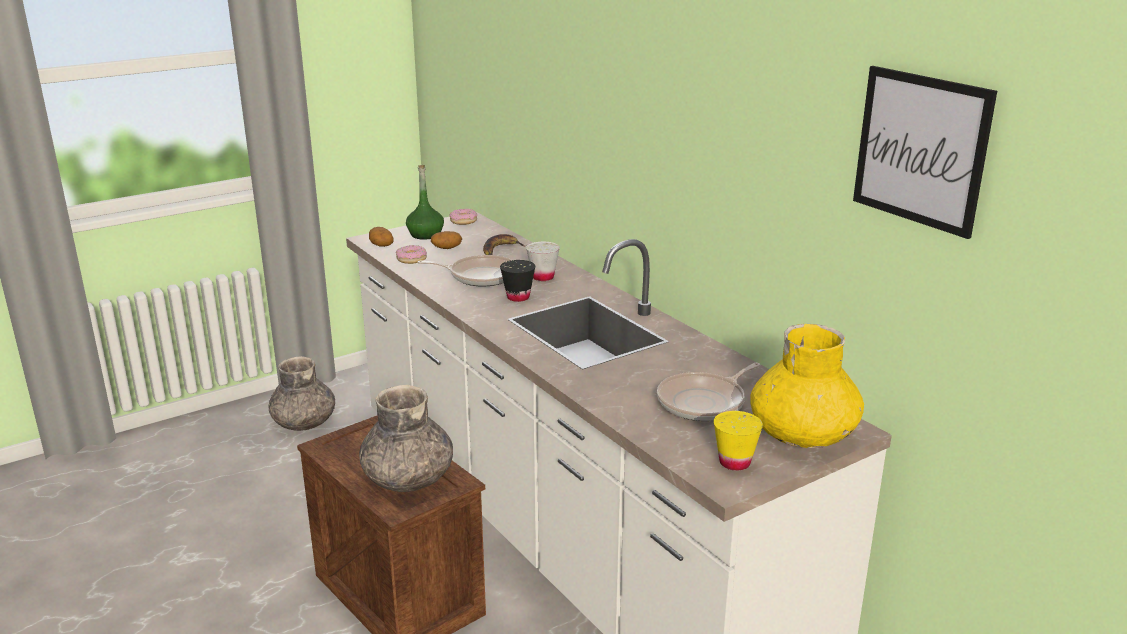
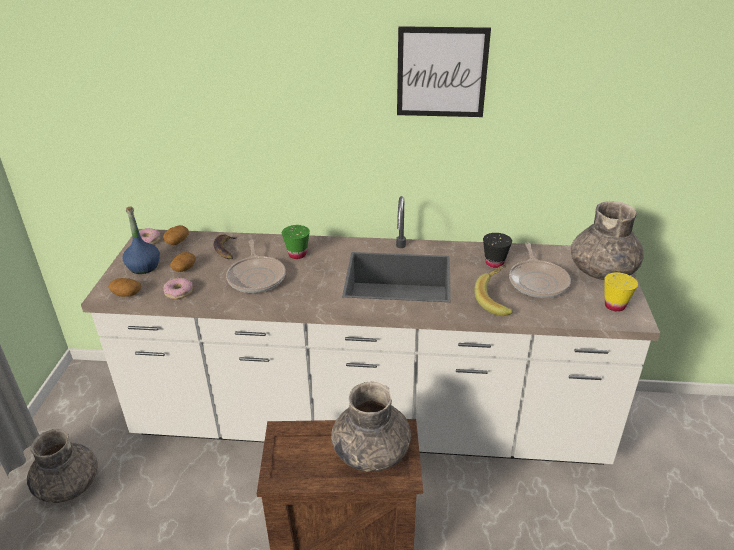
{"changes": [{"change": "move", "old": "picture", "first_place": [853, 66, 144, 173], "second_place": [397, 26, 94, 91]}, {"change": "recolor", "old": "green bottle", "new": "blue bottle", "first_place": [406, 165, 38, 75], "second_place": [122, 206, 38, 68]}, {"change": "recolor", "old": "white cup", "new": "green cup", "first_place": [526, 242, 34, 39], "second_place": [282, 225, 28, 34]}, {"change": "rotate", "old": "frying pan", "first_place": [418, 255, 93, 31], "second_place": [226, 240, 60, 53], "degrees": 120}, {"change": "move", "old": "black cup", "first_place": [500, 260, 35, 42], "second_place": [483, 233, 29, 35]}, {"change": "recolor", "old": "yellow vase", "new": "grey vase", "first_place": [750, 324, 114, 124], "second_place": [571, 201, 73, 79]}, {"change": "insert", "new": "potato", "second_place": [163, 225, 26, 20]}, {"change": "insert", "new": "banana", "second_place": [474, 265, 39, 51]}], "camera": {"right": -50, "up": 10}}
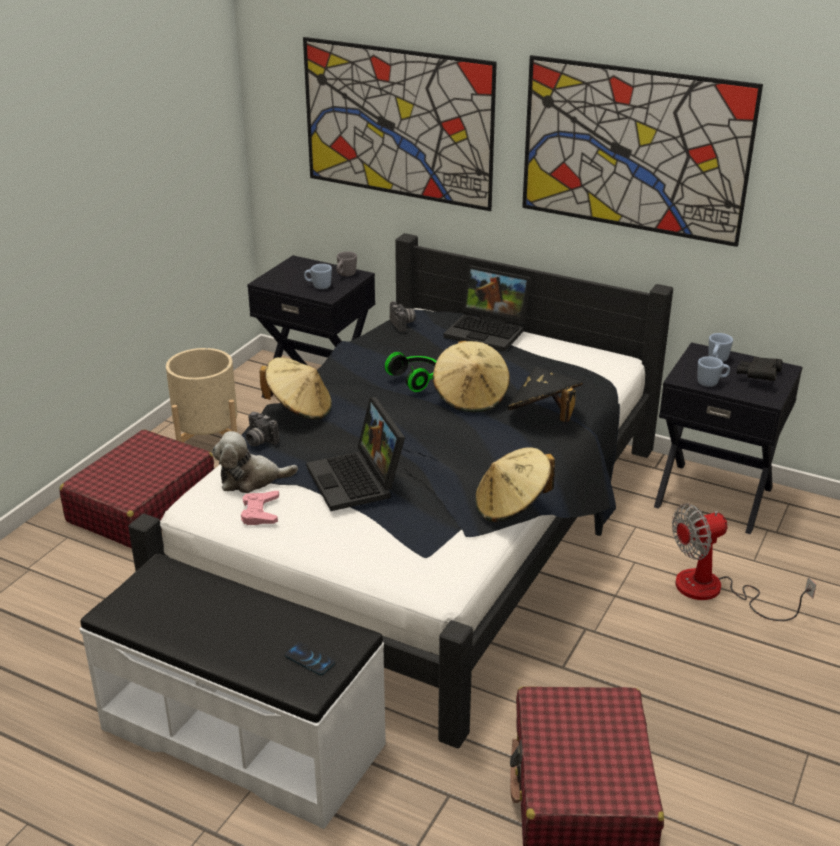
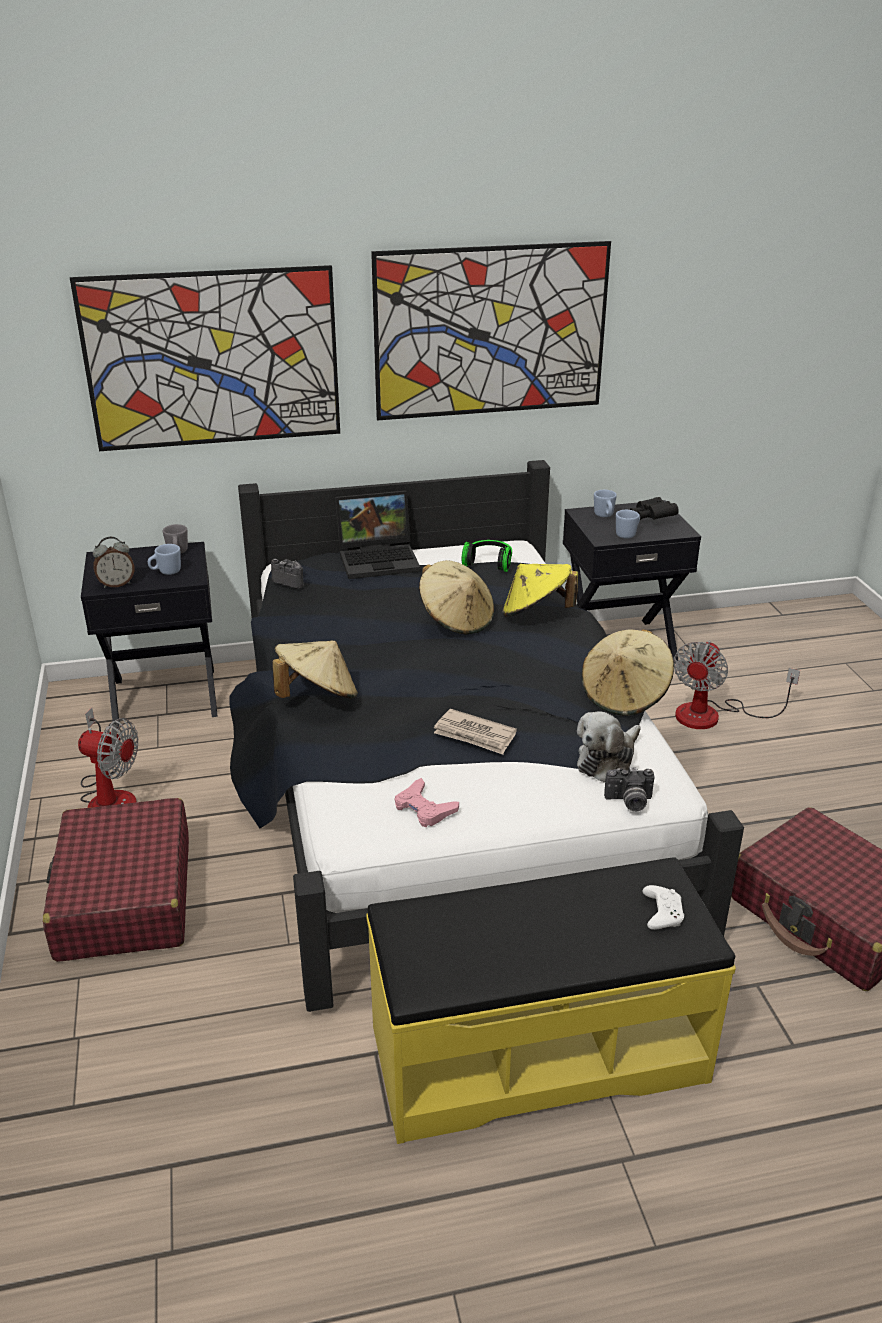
{"changes": [{"change": "replace", "old": "beige planter", "new": "fan", "first_place": [166, 348, 71, 94], "second_place": [78, 708, 60, 100]}, {"change": "move", "old": "headphones", "first_place": [385, 352, 51, 40], "second_place": [462, 540, 50, 32]}, {"change": "recolor", "old": "black hat", "new": "yellow hat", "first_place": [507, 367, 76, 55], "second_place": [503, 564, 75, 53]}, {"change": "replace", "old": "laptop", "new": "newspaper", "first_place": [306, 397, 99, 114], "second_place": [434, 709, 83, 46]}, {"change": "move", "old": "photo camera", "first_place": [246, 412, 33, 34], "second_place": [604, 767, 51, 45]}, {"change": "move", "old": "plush toy", "first_place": [212, 431, 86, 62], "second_place": [577, 711, 64, 72]}, {"change": "recolor", "old": "white bench", "new": "yellow bench", "first_place": [80, 554, 306, 275], "second_place": [366, 858, 370, 286]}, {"change": "replace", "old": "phone", "new": "white game controller", "first_place": [285, 642, 50, 33], "second_place": [643, 885, 41, 45]}, {"change": "insert", "new": "alarm clock", "second_place": [93, 537, 41, 51]}], "camera": {"right": -40, "up": 0}}
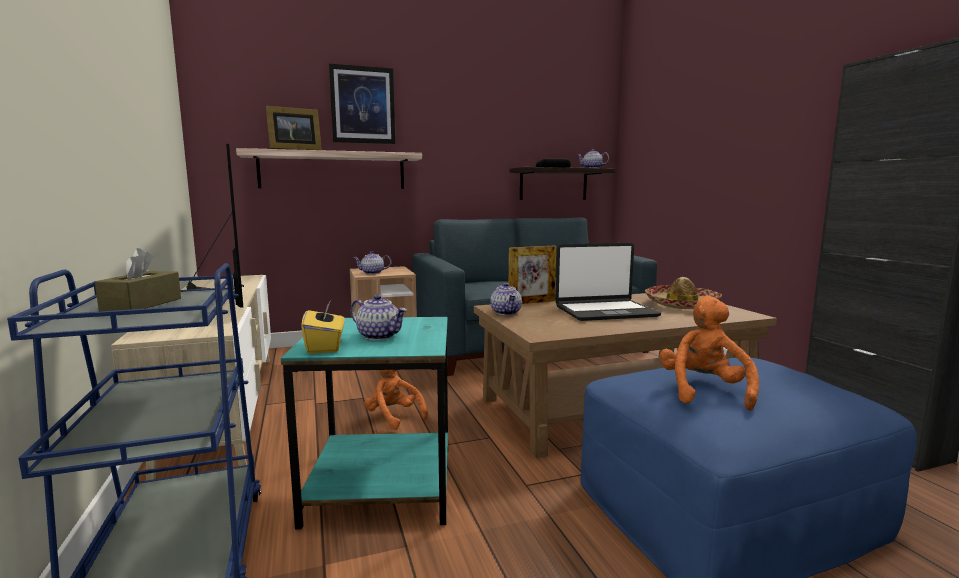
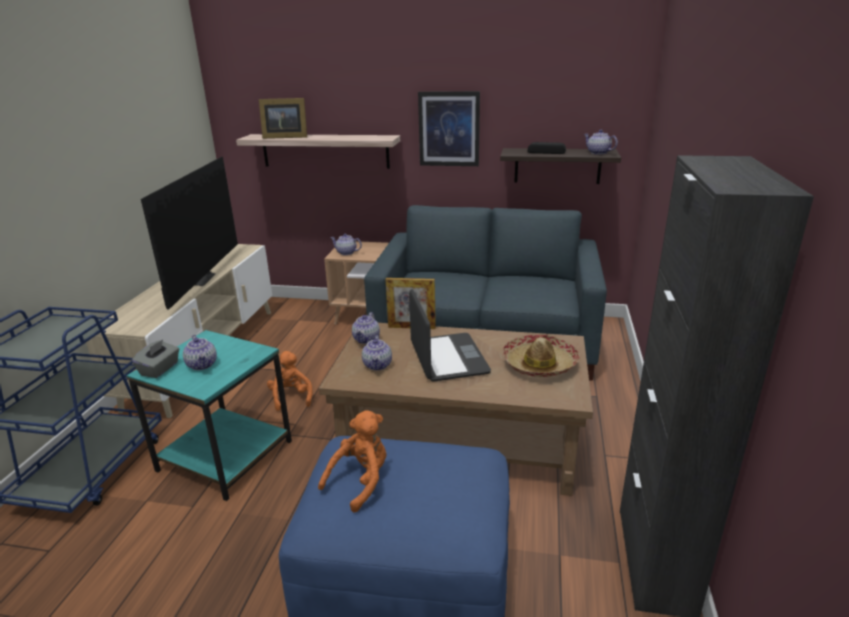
{"changes": [{"change": "move", "old": "picture", "first_place": [329, 64, 66, 80], "second_place": [418, 91, 62, 75]}, {"change": "rotate", "old": "laptop", "first_place": [556, 243, 105, 78], "second_place": [409, 289, 82, 93], "degrees": -120}, {"change": "delete", "old": "brown tissue box", "first_place": [95, 248, 86, 63]}, {"change": "recolor", "old": "yellow tissue box", "new": "grey tissue box", "first_place": [302, 300, 42, 54], "second_place": [132, 339, 47, 39]}, {"change": "insert", "new": "teapot", "second_place": [362, 335, 30, 35]}], "camera": {"right": 30, "up": 15}}
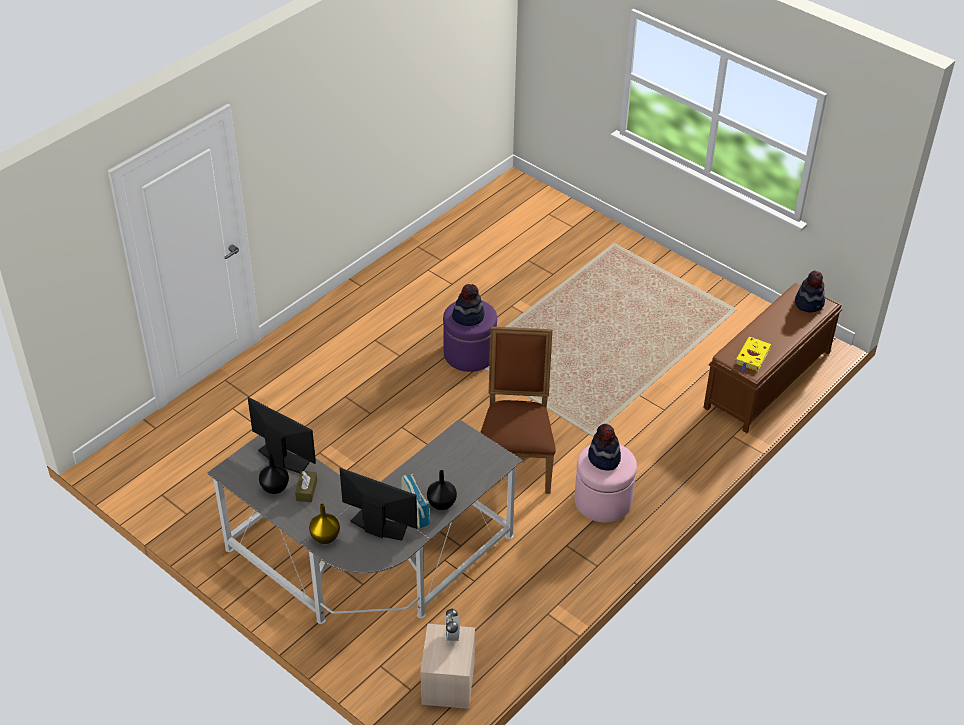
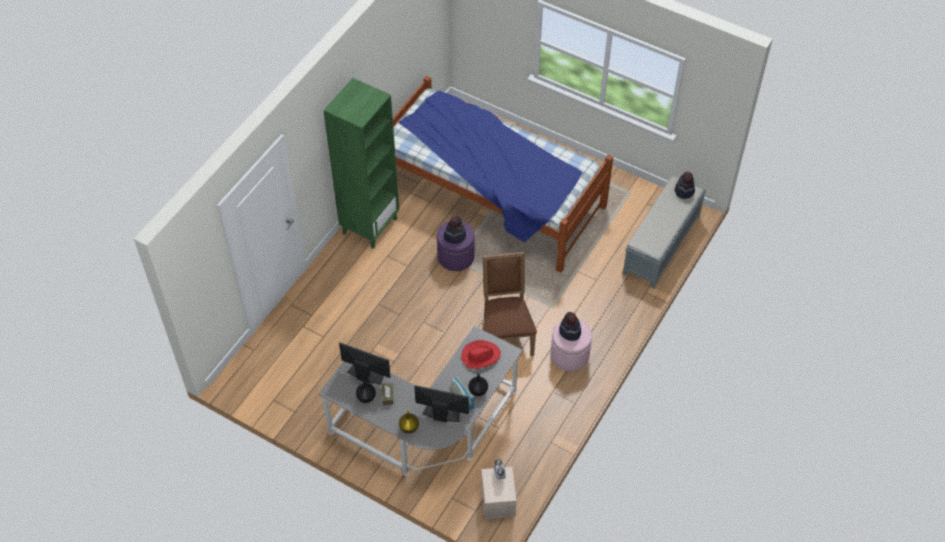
{"changes": [{"change": "recolor", "old": "brown bench", "new": "grey bench", "first_place": [703, 283, 139, 150], "second_place": [623, 176, 83, 113]}, {"change": "delete", "old": "yellow book", "first_place": [735, 337, 36, 35]}, {"change": "insert", "new": "bed", "second_place": [393, 76, 220, 197]}, {"change": "insert", "new": "green bookcase", "second_place": [323, 78, 76, 171]}, {"change": "insert", "new": "red hat", "second_place": [461, 340, 40, 29]}], "camera": {"right": -10, "up": 10}}
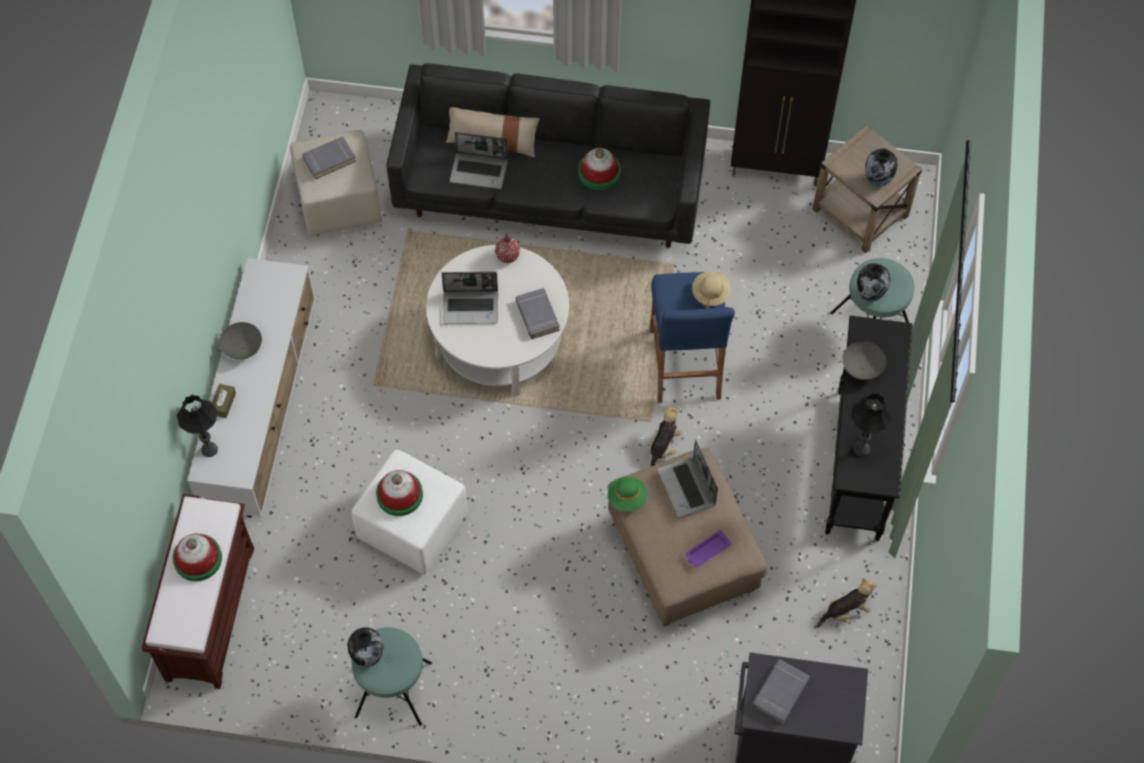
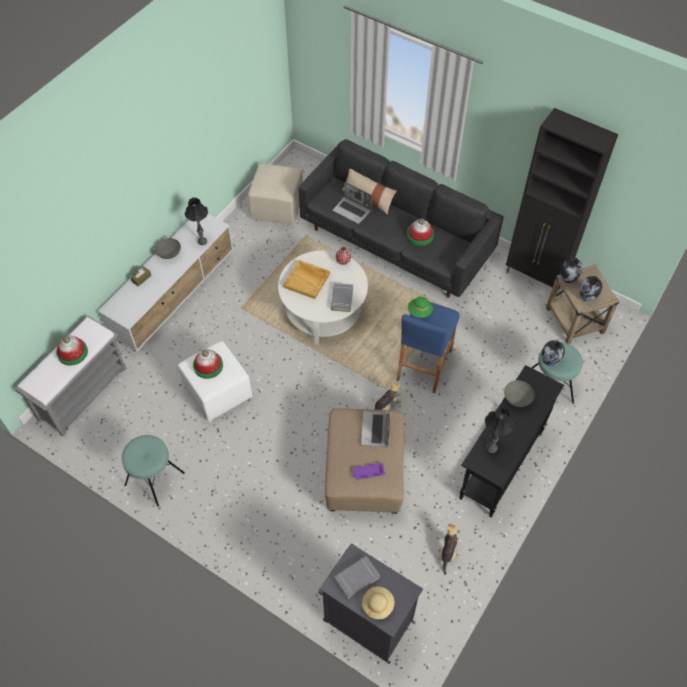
{"changes": [{"change": "delete", "old": "grey book", "first_place": [302, 136, 54, 43]}, {"change": "replace", "old": "laptop", "new": "beige tray", "first_place": [441, 272, 57, 52], "second_place": [283, 260, 47, 39]}, {"change": "move", "old": "beige hat", "first_place": [692, 272, 39, 37], "second_place": [362, 586, 32, 33]}, {"change": "move", "old": "black table lamp", "first_place": [177, 394, 41, 63], "second_place": [185, 197, 23, 48]}, {"change": "move", "old": "green hat", "first_place": [608, 477, 39, 34], "second_place": [408, 297, 25, 21]}, {"change": "recolor", "old": "brown bench", "new": "grey bench", "first_place": [142, 494, 112, 195], "second_place": [14, 316, 113, 121]}, {"change": "rotate", "old": "plush toy", "first_place": [817, 578, 60, 50], "second_place": [440, 524, 20, 51], "degrees": -75}, {"change": "move", "old": "vase", "first_place": [347, 628, 37, 39], "second_place": [560, 257, 23, 26]}], "camera": {"right": 25, "up": -5}}
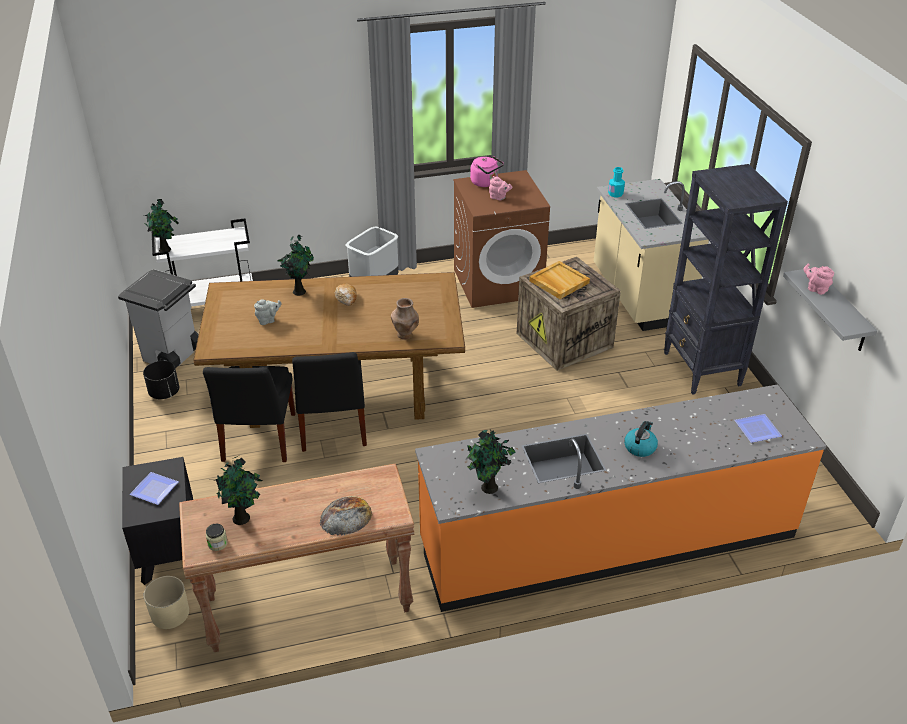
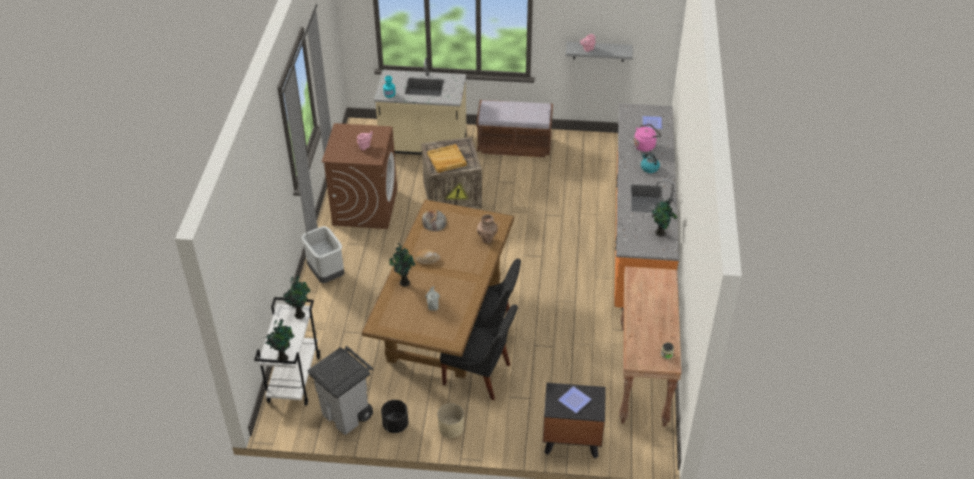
{"changes": [{"change": "move", "old": "pink kettle", "first_place": [470, 156, 34, 31], "second_place": [634, 124, 27, 28]}, {"change": "replace", "old": "black bookcase", "new": "brown bench", "first_place": [664, 164, 124, 231], "second_place": [477, 100, 76, 57]}, {"change": "move", "old": "potted plant", "first_place": [214, 456, 49, 69], "second_place": [283, 275, 27, 44]}, {"change": "move", "old": "bread", "first_place": [320, 496, 52, 39], "second_place": [421, 210, 26, 22]}, {"change": "move", "old": "beige planter", "first_place": [144, 576, 45, 53], "second_place": [438, 403, 26, 35]}], "camera": {"right": -70, "up": 5}}
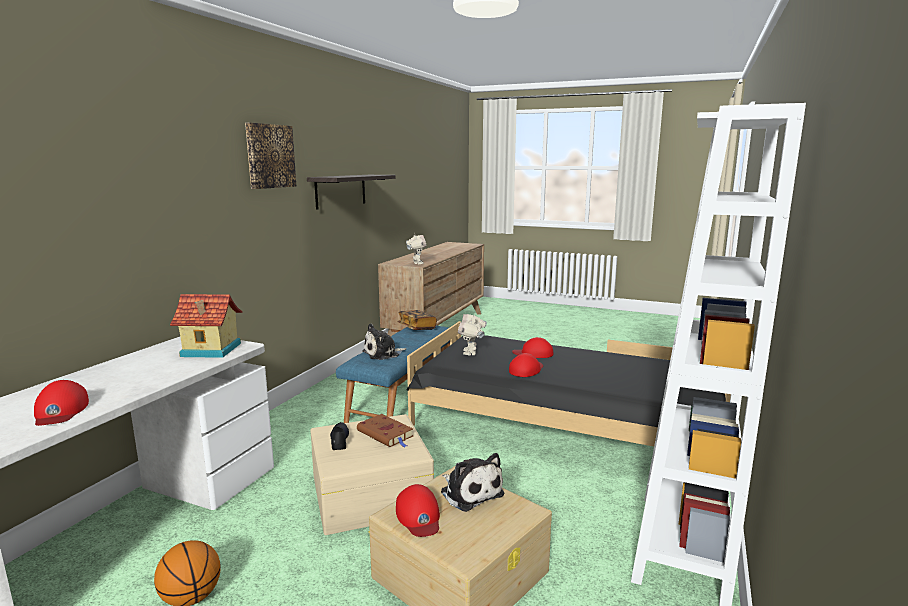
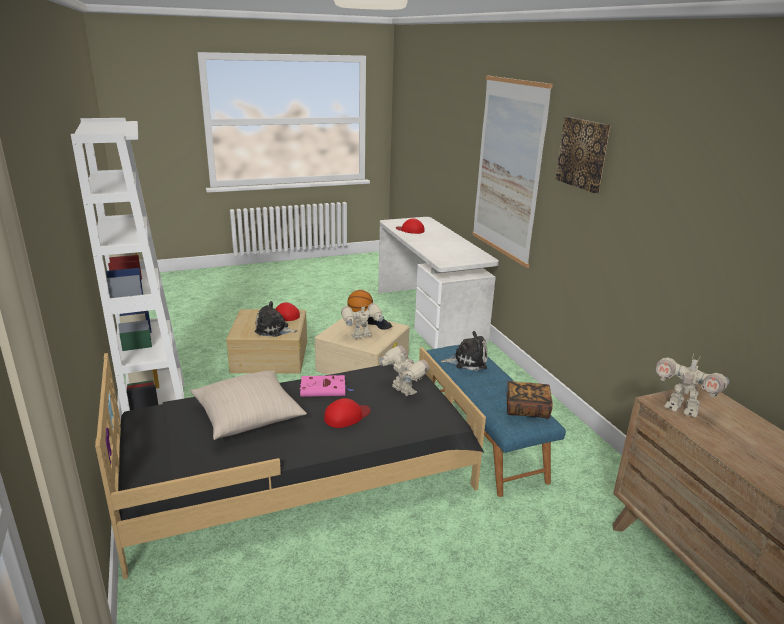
{"changes": [{"change": "delete", "old": "shelf", "first_place": [307, 175, 89, 35]}, {"change": "delete", "old": "toy house", "first_place": [170, 294, 72, 64]}, {"change": "rotate", "old": "plush toy", "first_place": [362, 324, 44, 36], "second_place": [440, 331, 47, 40], "degrees": 75}, {"change": "replace", "old": "red cap", "new": "pink book", "first_place": [509, 353, 34, 24], "second_place": [300, 375, 54, 22]}, {"change": "replace", "old": "brown book", "new": "toy robot", "first_place": [357, 414, 56, 33], "second_place": [341, 303, 43, 36]}, {"change": "insert", "new": "picture", "second_place": [472, 76, 81, 192]}, {"change": "insert", "new": "beige pillow", "second_place": [190, 371, 117, 69]}], "camera": {"right": 135, "up": 10}}
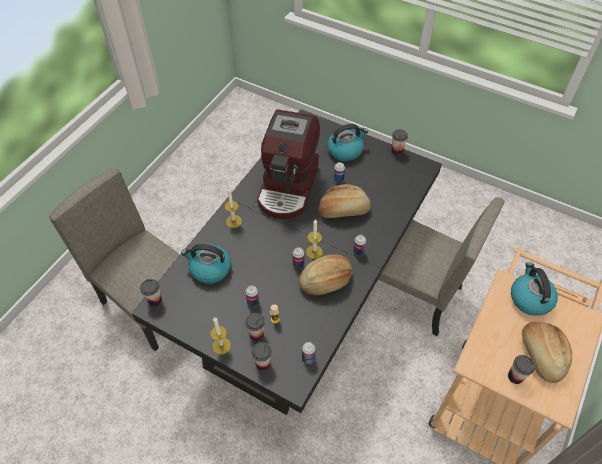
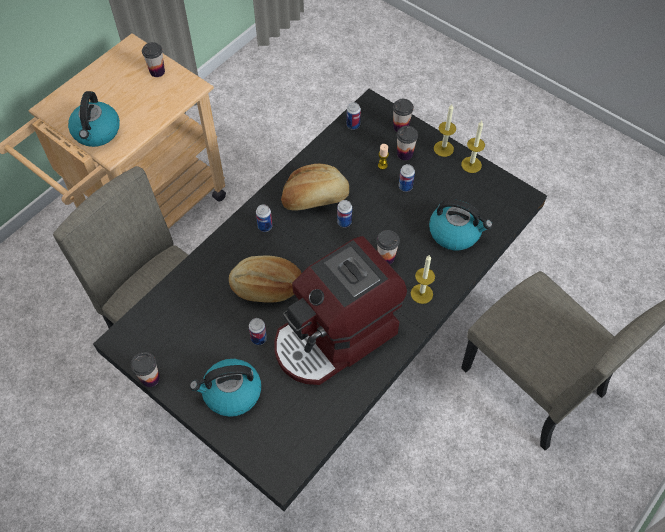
{"changes": [{"change": "rotate", "old": "coffee machine", "first_place": [257, 109, 63, 110], "second_place": [274, 236, 133, 149], "degrees": -150}, {"change": "move", "old": "candle", "first_place": [306, 219, 17, 40], "second_place": [461, 121, 24, 52]}, {"change": "move", "old": "cup", "first_place": [140, 279, 22, 28], "second_place": [376, 230, 24, 34]}, {"change": "delete", "old": "bread", "first_place": [522, 322, 50, 61]}], "camera": {"right": -170, "up": 5}}
